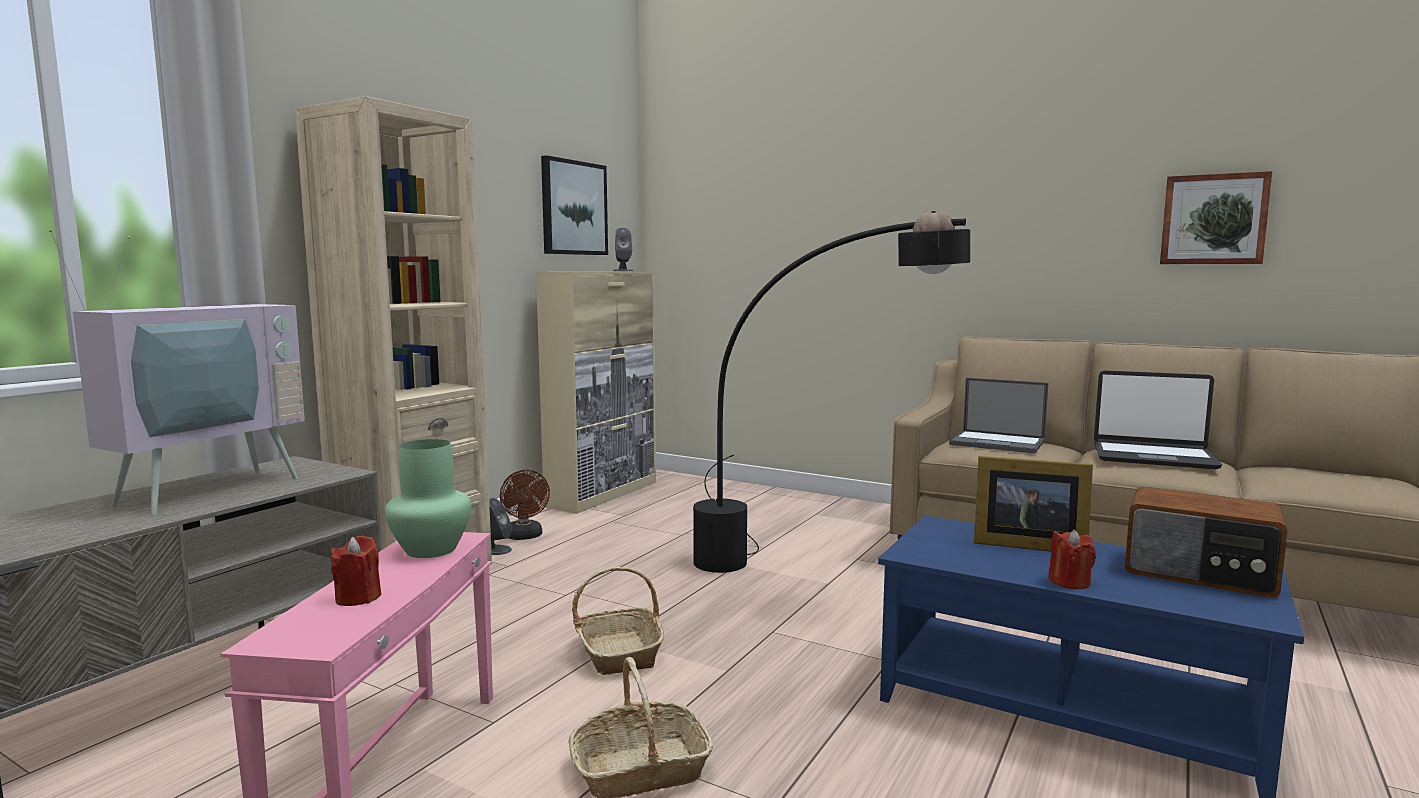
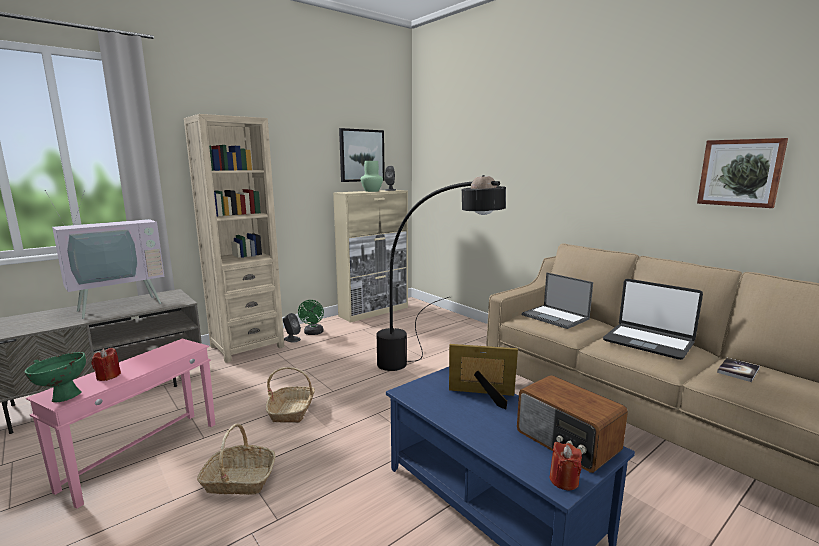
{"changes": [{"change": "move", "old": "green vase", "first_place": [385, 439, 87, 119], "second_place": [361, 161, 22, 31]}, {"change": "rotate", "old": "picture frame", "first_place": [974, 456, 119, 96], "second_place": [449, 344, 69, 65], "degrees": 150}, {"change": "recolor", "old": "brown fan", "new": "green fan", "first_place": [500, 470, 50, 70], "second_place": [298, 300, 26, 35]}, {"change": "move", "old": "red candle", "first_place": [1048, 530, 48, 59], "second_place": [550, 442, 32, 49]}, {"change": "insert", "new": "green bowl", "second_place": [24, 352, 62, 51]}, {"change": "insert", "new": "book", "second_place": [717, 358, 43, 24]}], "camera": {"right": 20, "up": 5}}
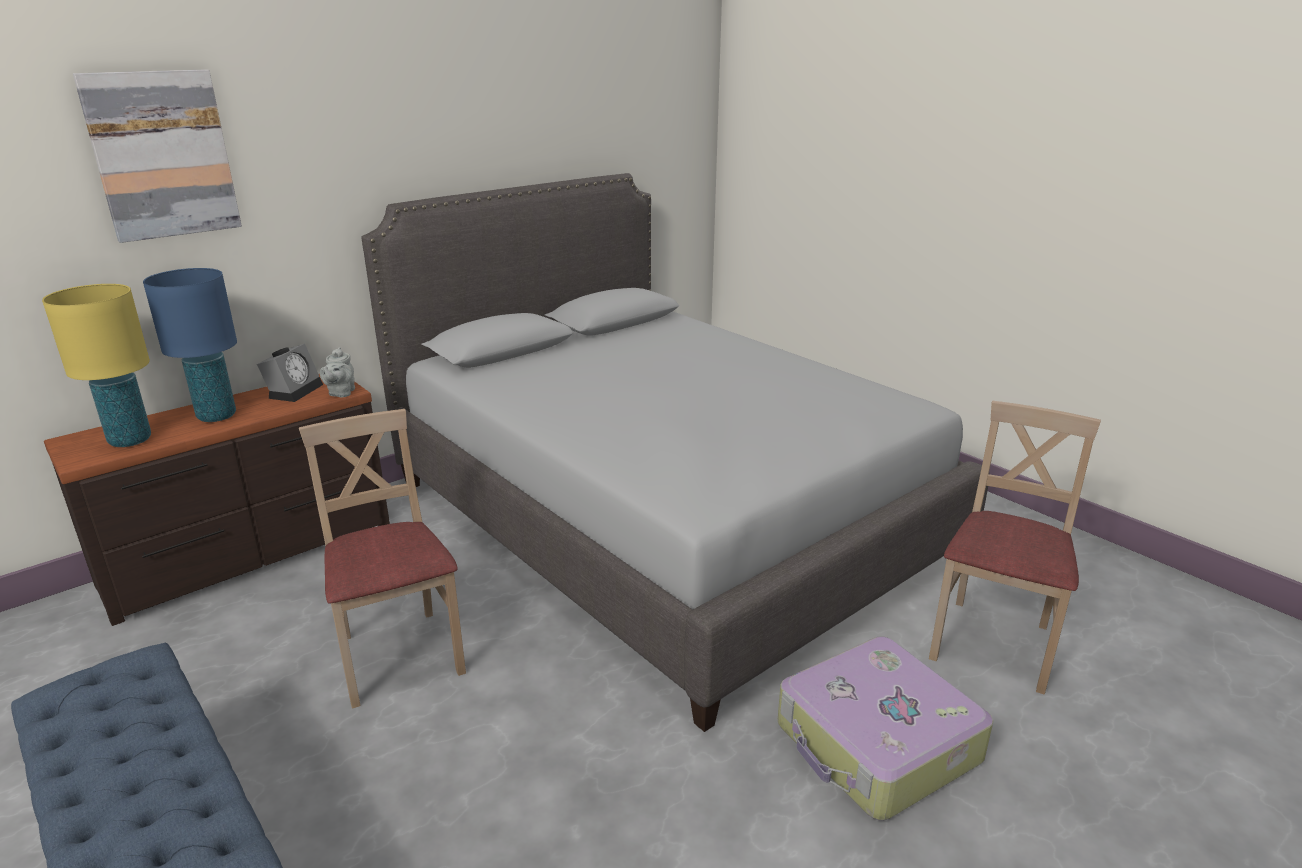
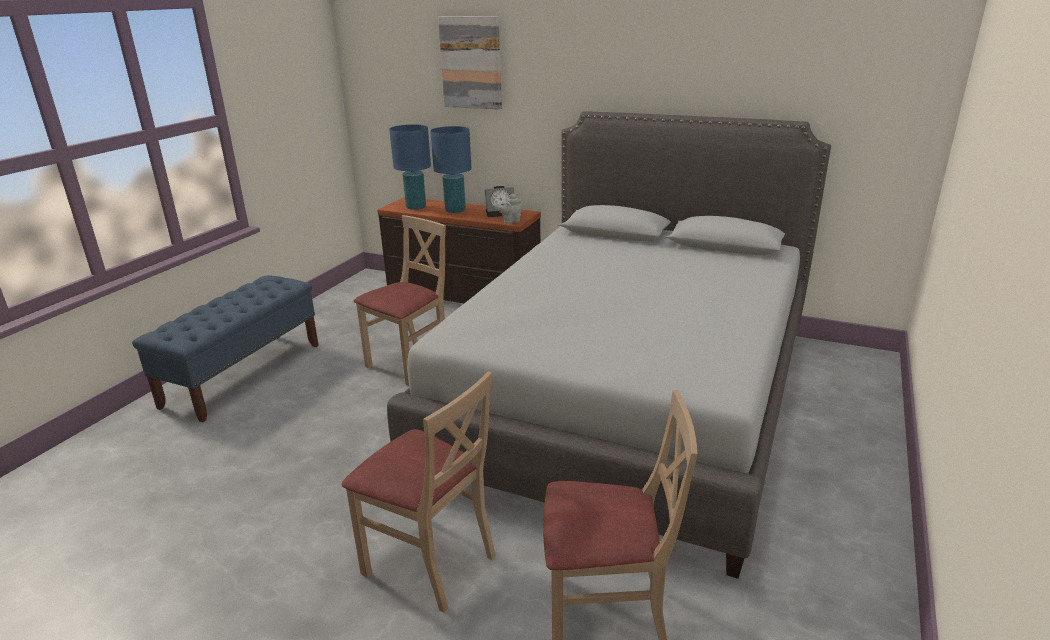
{"changes": [{"change": "recolor", "old": "yellow table lamp", "new": "blue table lamp", "first_place": [42, 284, 109, 163], "second_place": [389, 124, 42, 86]}, {"change": "replace", "old": "suitcase", "new": "beige chair", "first_place": [778, 637, 215, 183], "second_place": [342, 371, 154, 242]}], "camera": {"right": 65, "up": 0}}
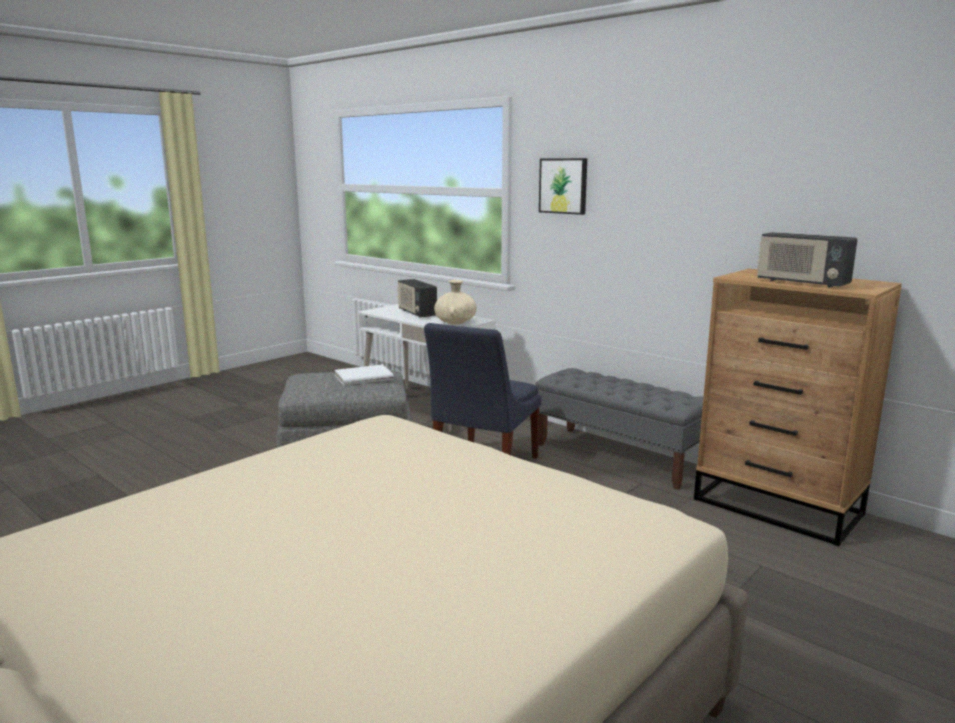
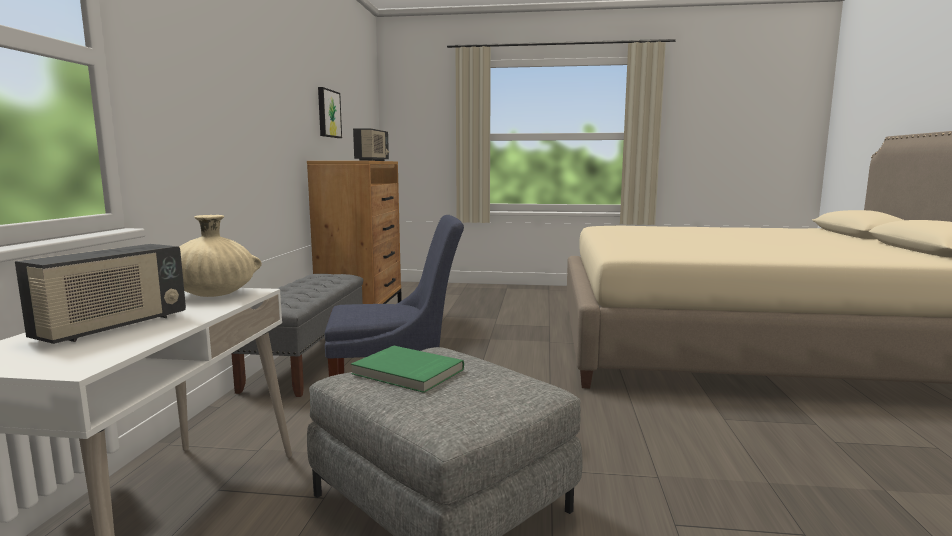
{"changes": [{"change": "move", "old": "picture", "first_place": [539, 158, 48, 57], "second_place": [318, 87, 24, 51]}, {"change": "recolor", "old": "white book", "new": "green book", "first_place": [335, 364, 59, 22], "second_place": [351, 346, 113, 47]}], "camera": {"right": -125, "up": -5}}
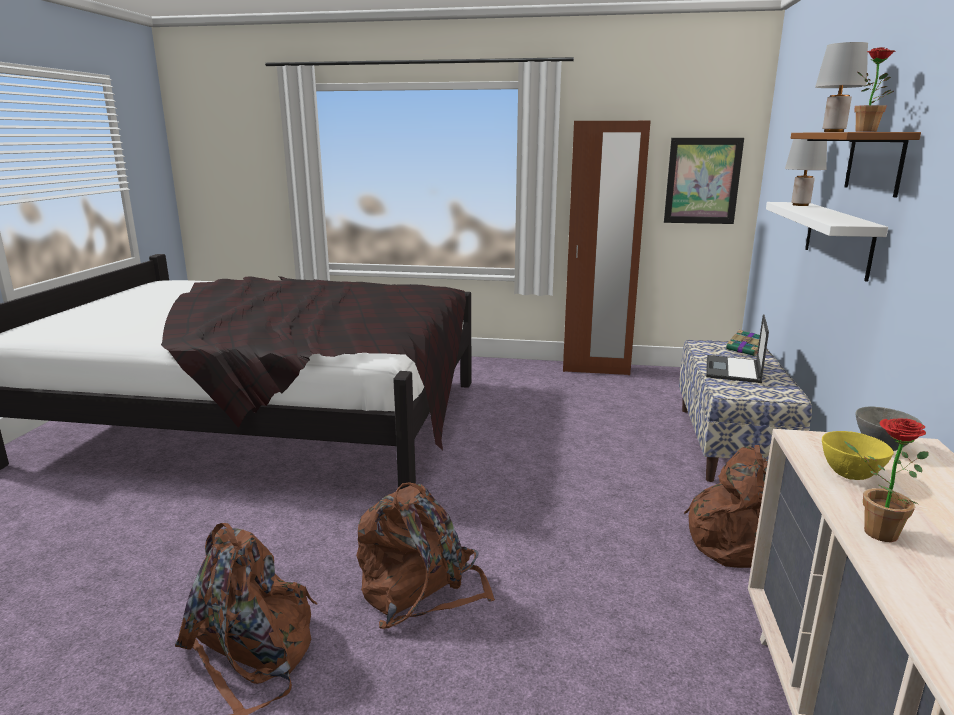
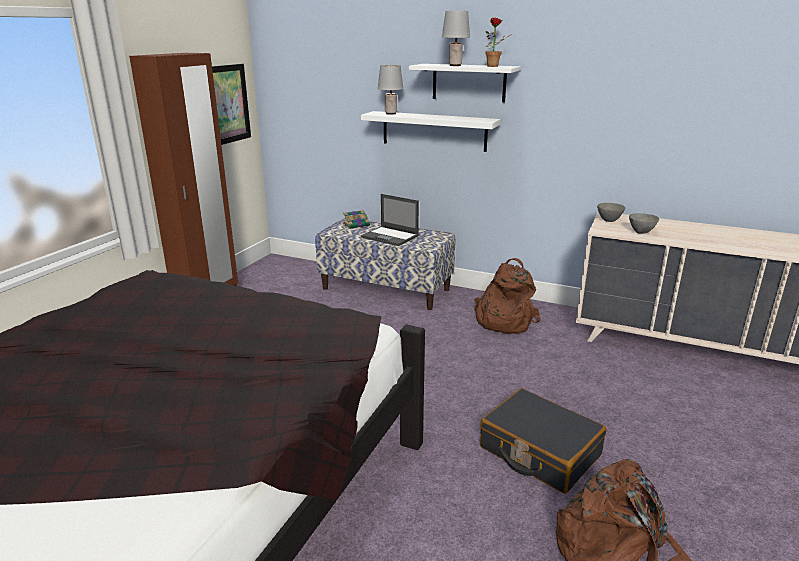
{"changes": [{"change": "recolor", "old": "brown shelf", "new": "white shelf", "first_place": [791, 132, 130, 66], "second_place": [409, 64, 111, 38]}, {"change": "delete", "old": "potted plant", "first_place": [844, 418, 85, 124]}, {"change": "recolor", "old": "yellow bowl", "new": "grey bowl", "first_place": [822, 431, 72, 49], "second_place": [629, 213, 30, 21]}, {"change": "replace", "old": "brown backpack", "new": "black suitcase", "first_place": [356, 482, 139, 147], "second_place": [480, 388, 126, 106]}], "camera": {"right": -75, "up": 5}}
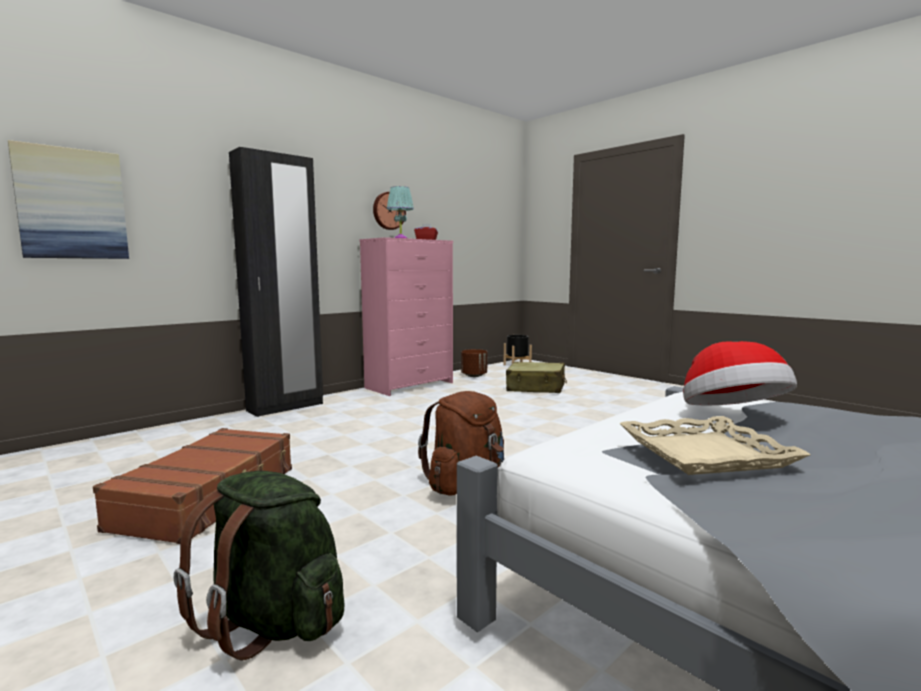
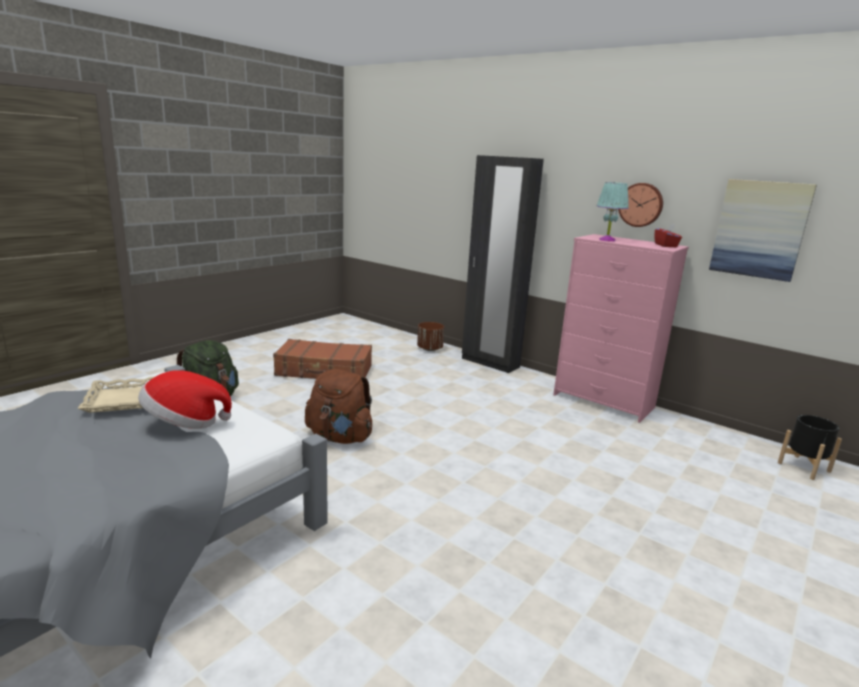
{"changes": [{"change": "move", "old": "picture", "first_place": [8, 140, 121, 119], "second_place": [709, 179, 108, 103]}, {"change": "move", "old": "brown planter", "first_place": [461, 349, 26, 28], "second_place": [417, 322, 27, 29]}, {"change": "delete", "old": "beige suitcase", "first_place": [506, 362, 61, 31]}], "camera": {"right": 80, "up": 10}}
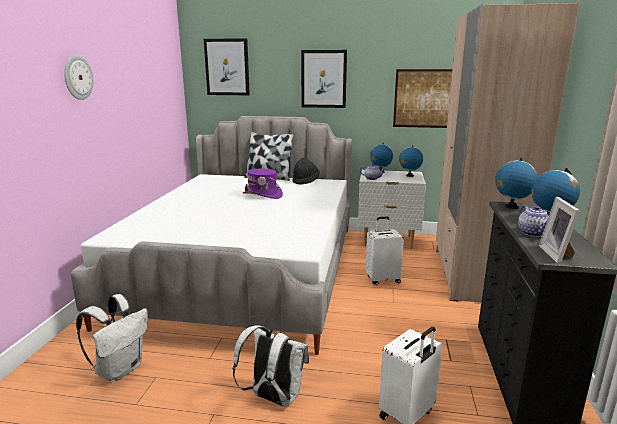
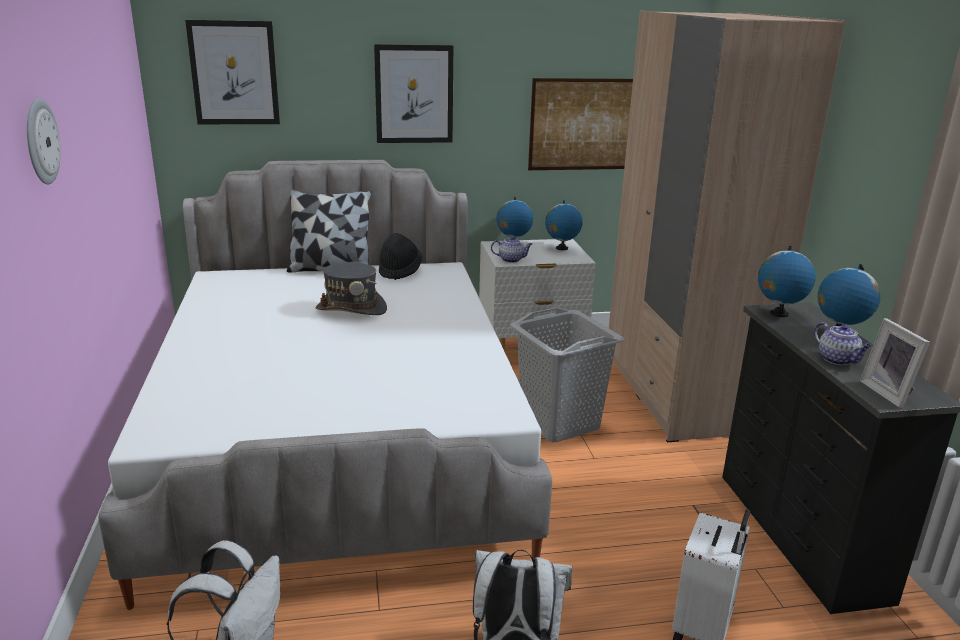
{"changes": [{"change": "recolor", "old": "purple hat", "new": "grey hat", "first_place": [243, 169, 40, 30], "second_place": [316, 263, 71, 52]}, {"change": "replace", "old": "white suitcase", "new": "grey laundry basket", "first_place": [365, 217, 39, 68], "second_place": [510, 307, 114, 135]}], "camera": {"right": -20, "up": 5}}
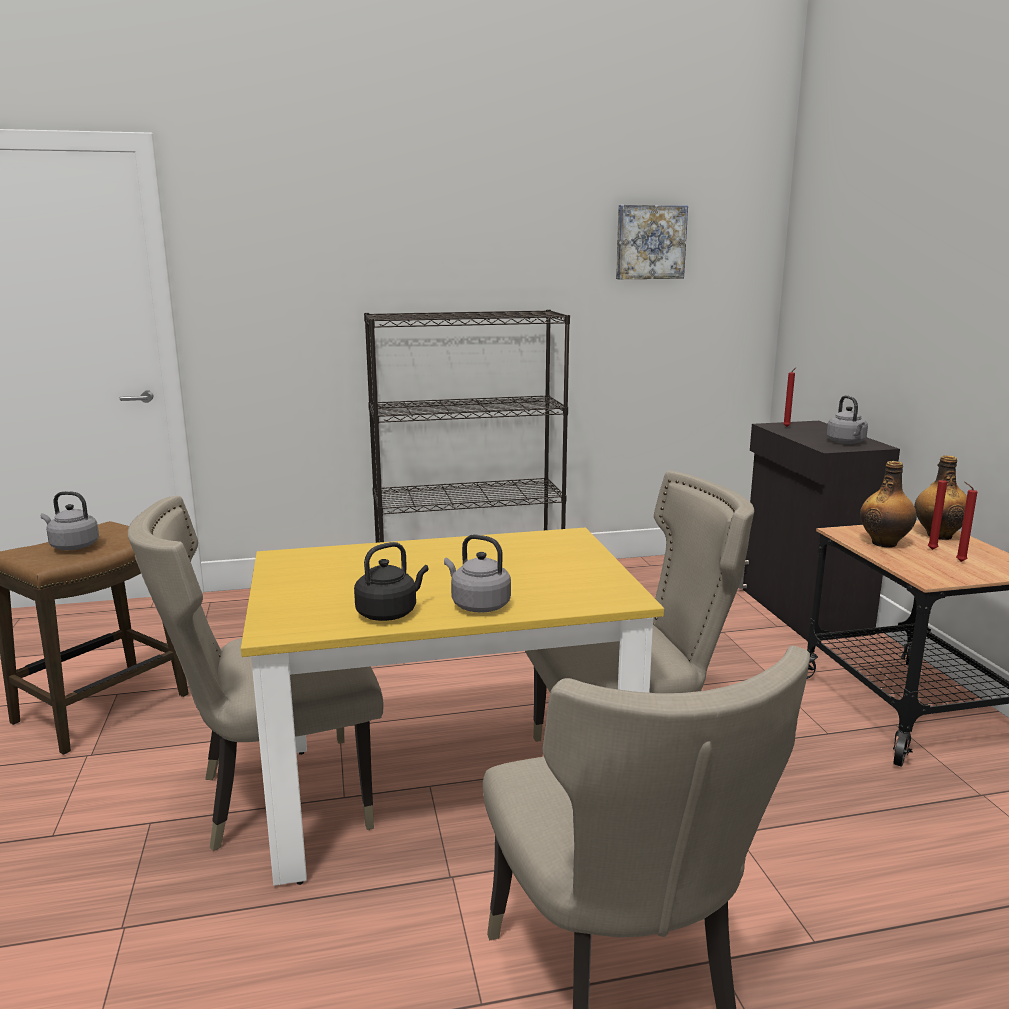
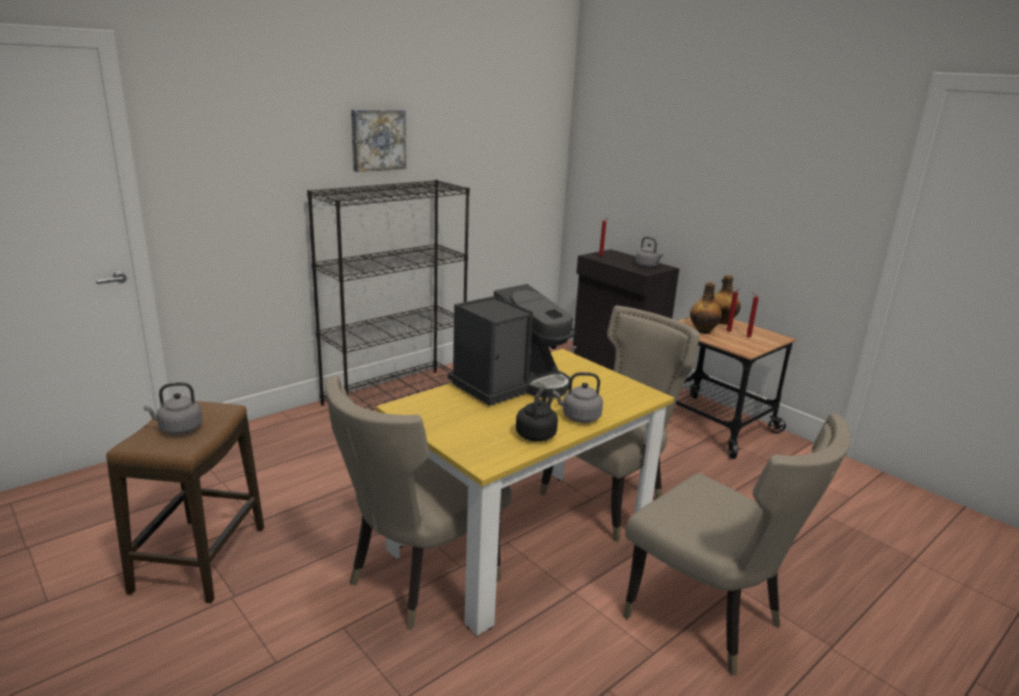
{"changes": [{"change": "move", "old": "picture", "first_place": [616, 205, 72, 74], "second_place": [351, 109, 55, 63]}, {"change": "insert", "new": "coffee machine", "second_place": [448, 284, 127, 122]}], "camera": {"right": -30, "up": 5}}
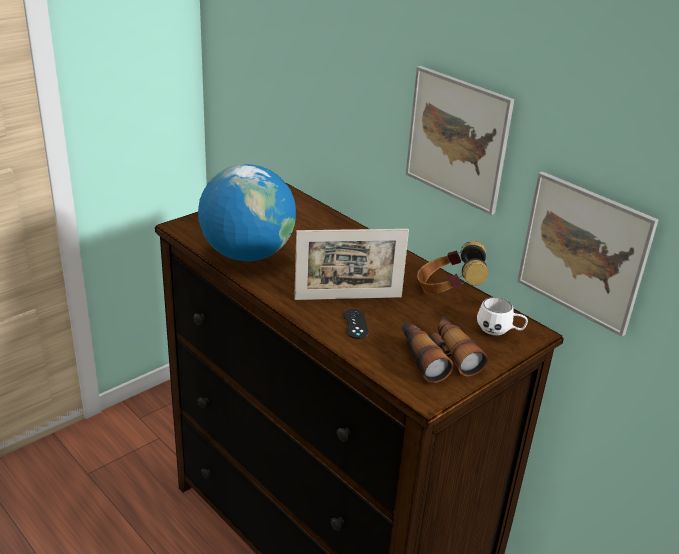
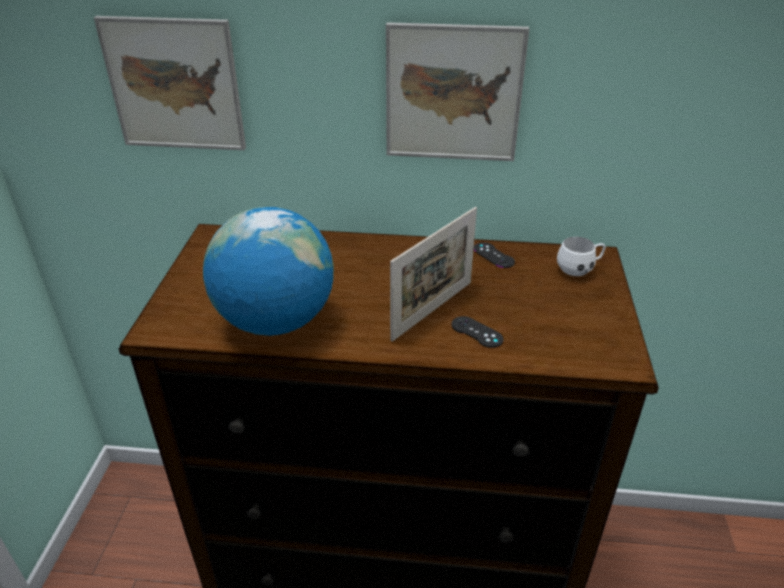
{"changes": [{"change": "move", "old": "picture", "first_place": [517, 171, 142, 166], "second_place": [94, 16, 152, 134]}, {"change": "replace", "old": "headphones", "new": "black game controller", "first_place": [417, 241, 71, 54], "second_place": [474, 242, 41, 26]}, {"change": "delete", "old": "binoculars", "first_place": [402, 316, 86, 67]}], "camera": {"right": -40, "up": 5}}
